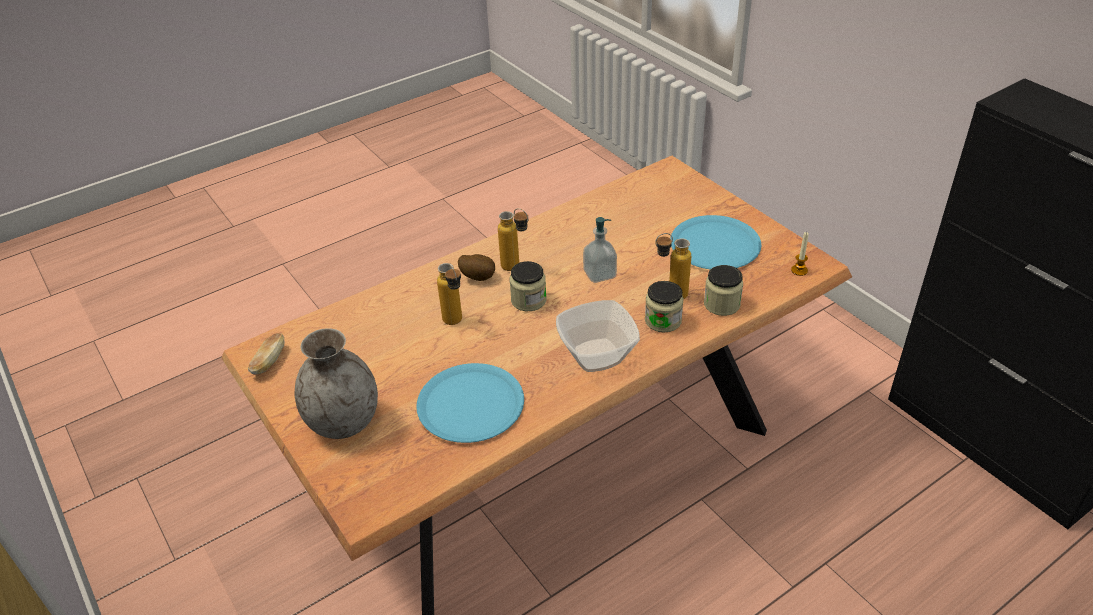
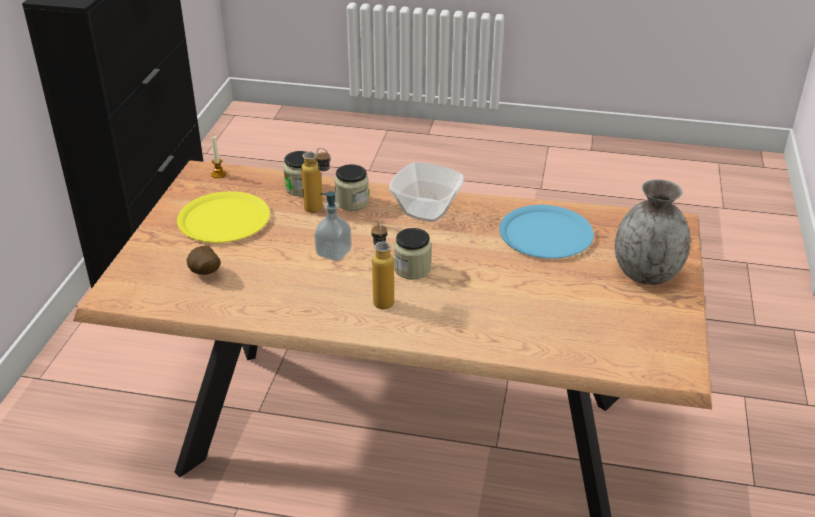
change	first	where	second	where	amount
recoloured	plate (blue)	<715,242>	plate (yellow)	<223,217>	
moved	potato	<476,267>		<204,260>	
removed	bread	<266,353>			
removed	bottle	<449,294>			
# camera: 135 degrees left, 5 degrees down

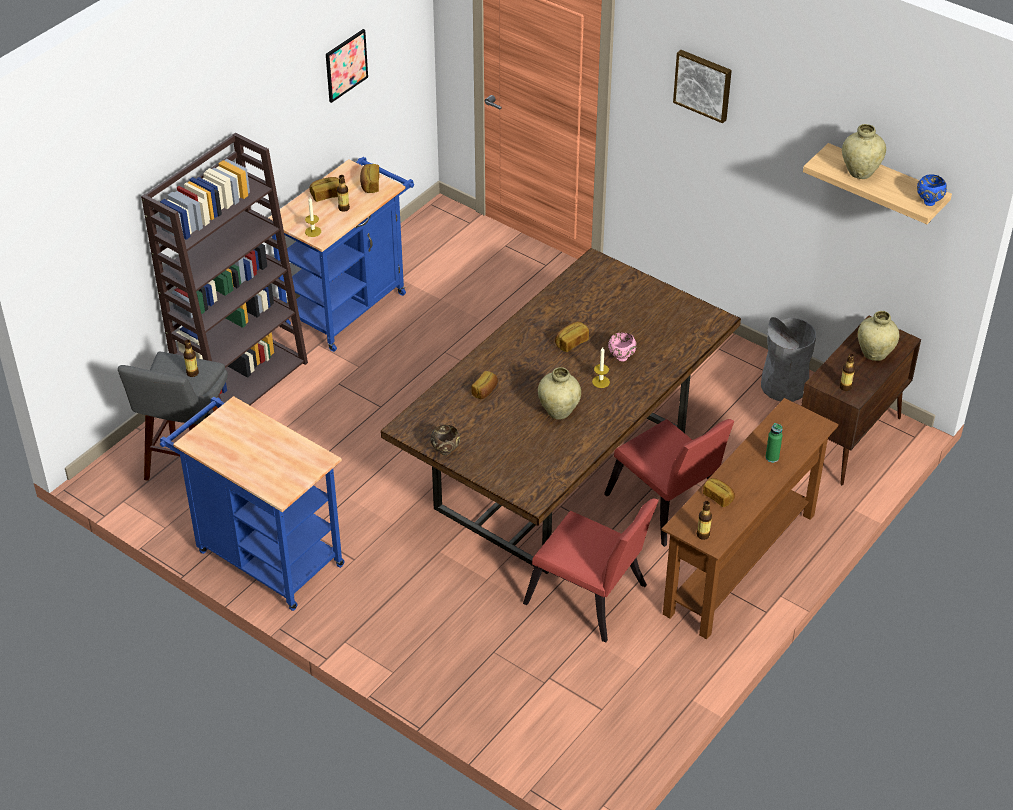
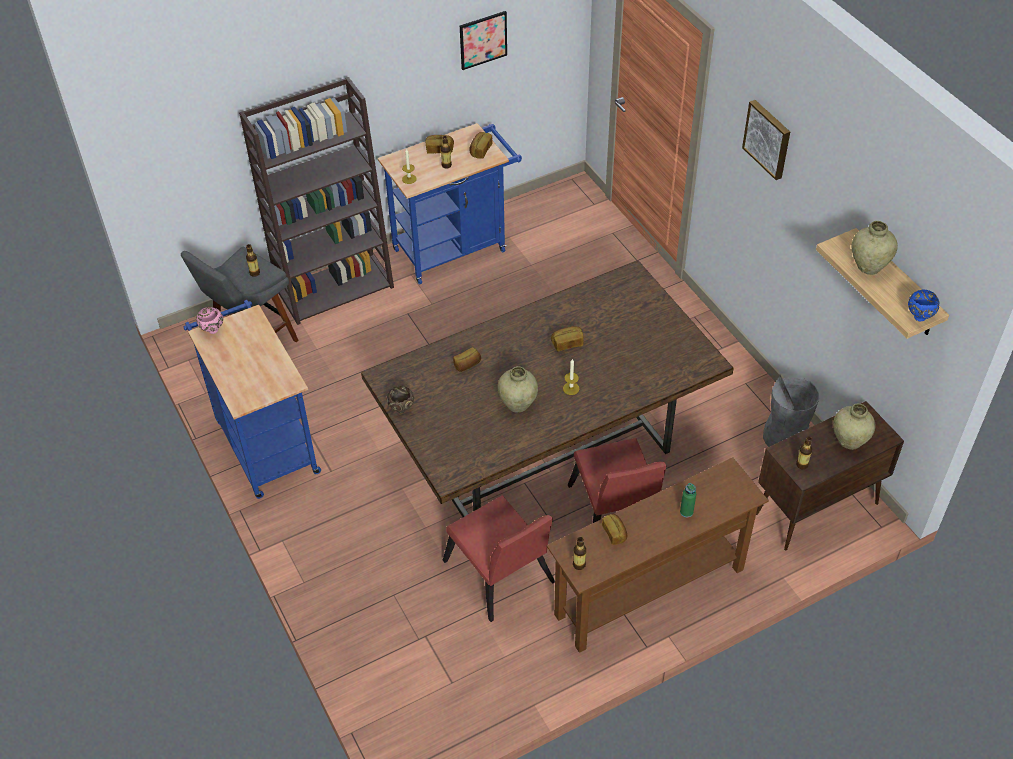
change	first	where	second	where	amount
moved	bowl (pink)	<622,347>		<209,320>	
# camera: 25 degrees right, 5 degrees up

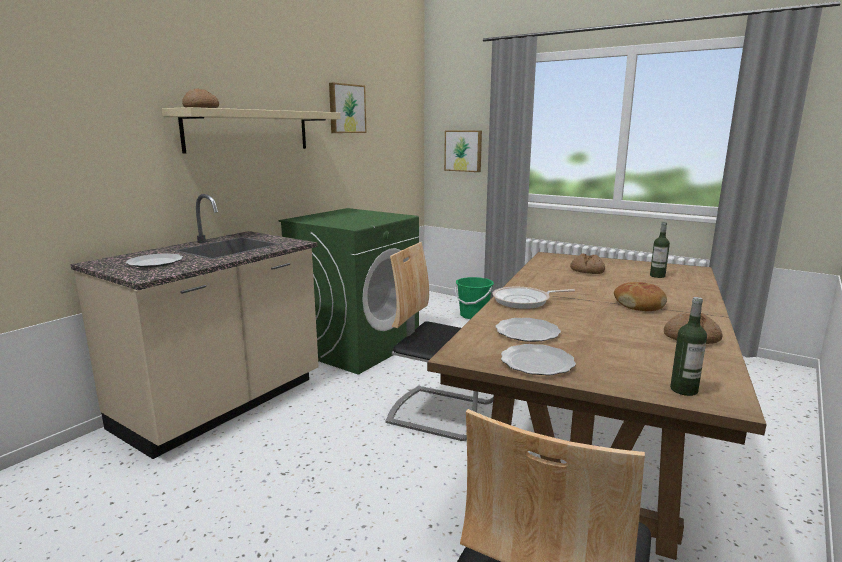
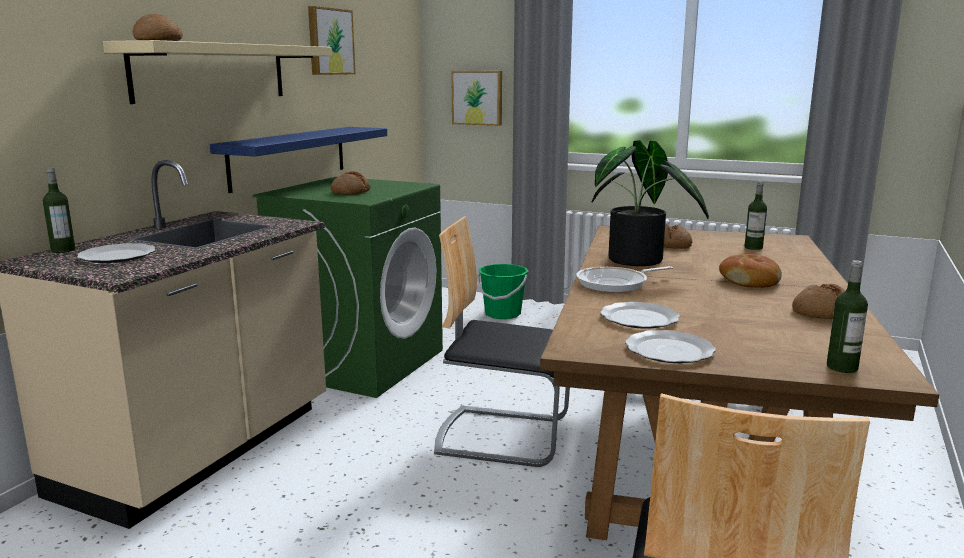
change	first	where	second	where	amount
added			bottle	<59,210>	
added			shelf (blue)	<298,160>	
added			bread	<350,183>	
added			potted plant	<650,203>	
# camera: 10 degrees left, 0 degrees up

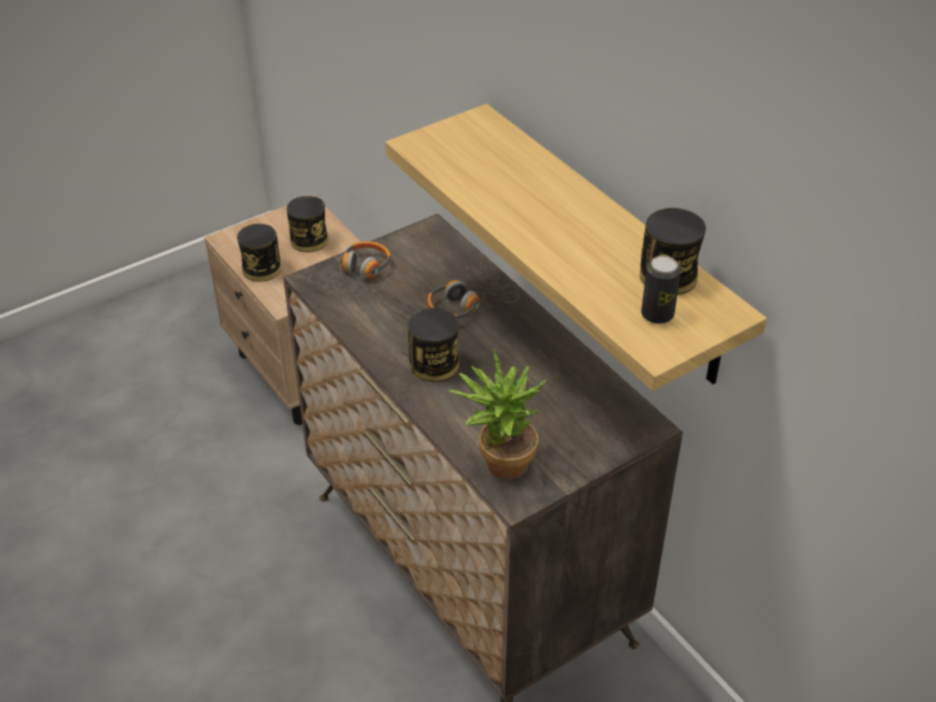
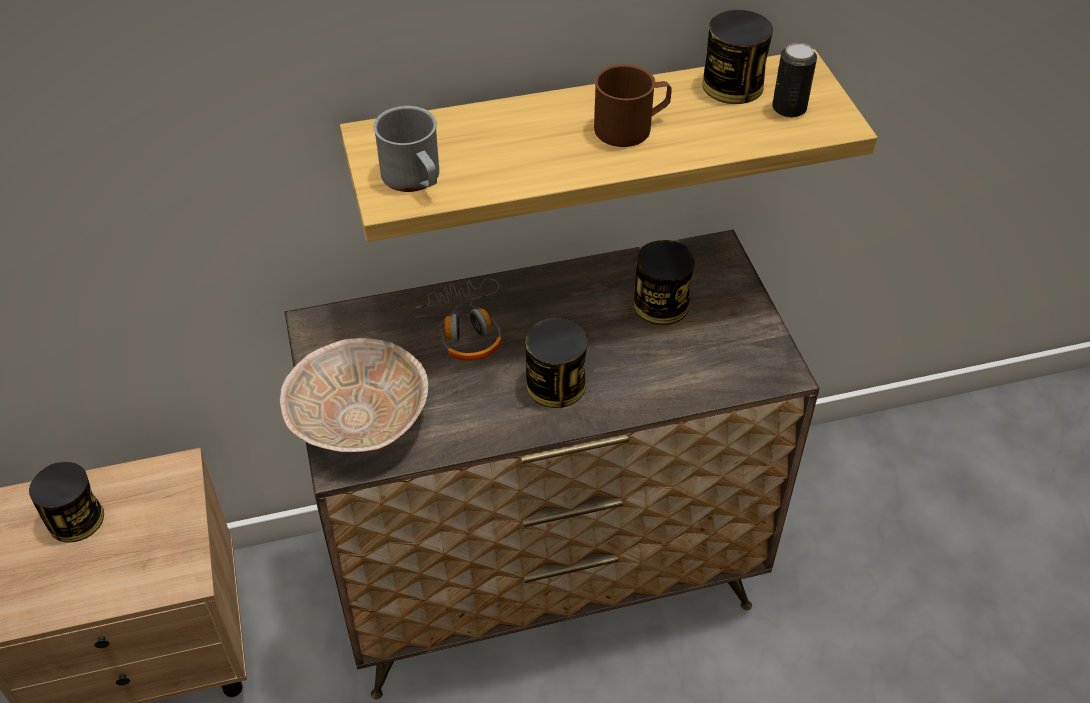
change	first	where	second	where	amount
replaced	headphones	<349,268>	bowl (beige)	<354,395>	
added			mug (grey)	<406,149>	
added			mug (brown)	<633,105>	
moved	can	<259,253>		<664,282>	
removed	potted plant	<497,413>			
# camera: 70 degrees left, 5 degrees up

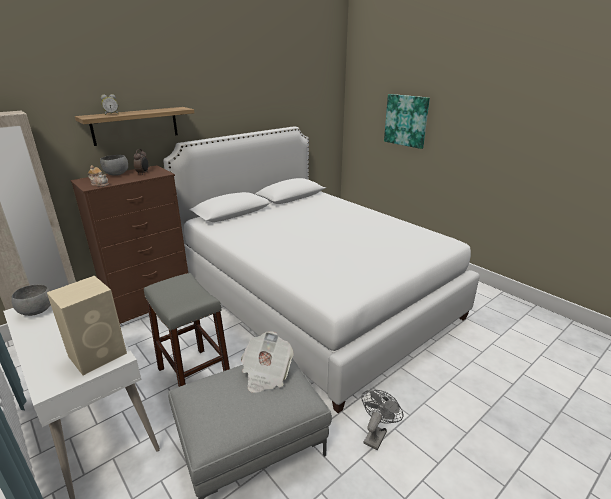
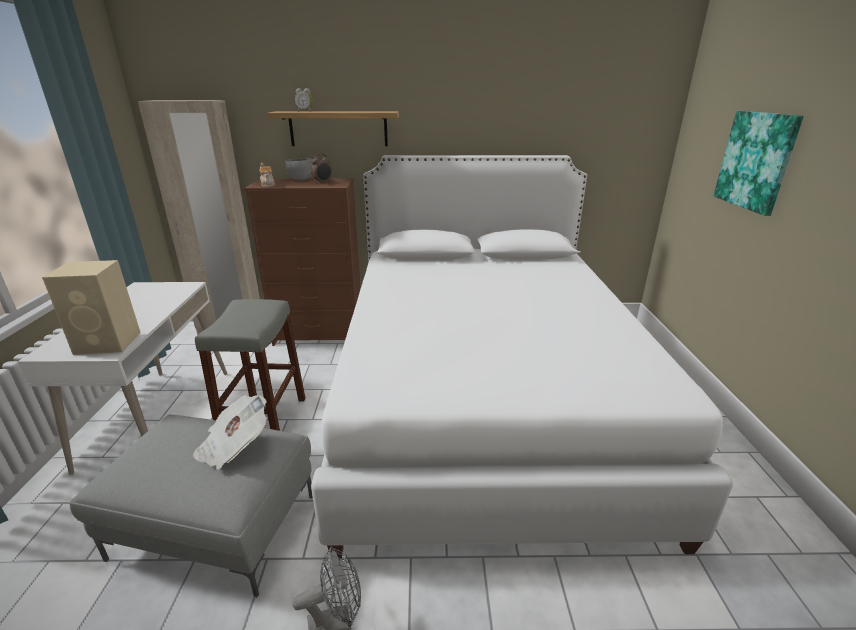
change	first	where	second	where	amount
removed	bowl (grey)	<31,300>			
# camera: 40 degrees right, 0 degrees up

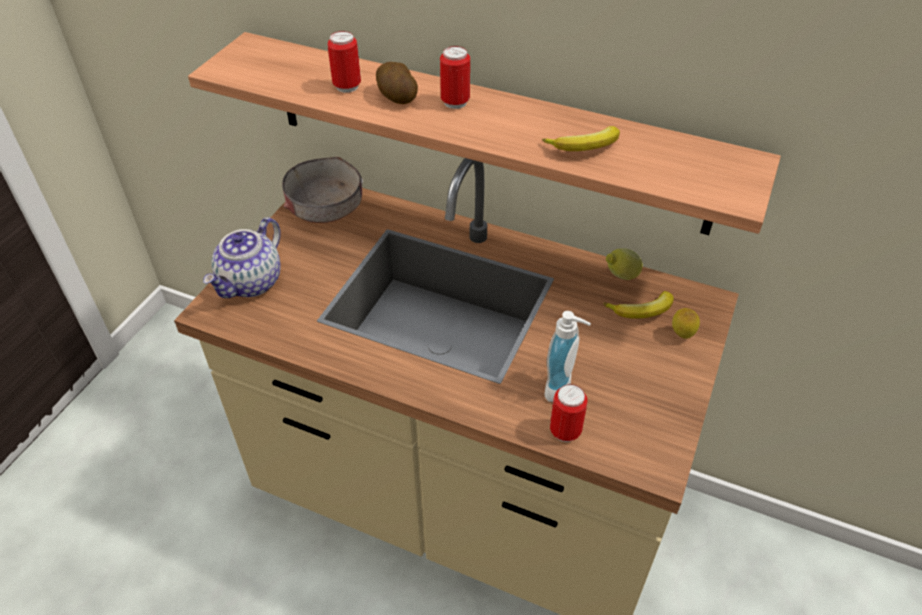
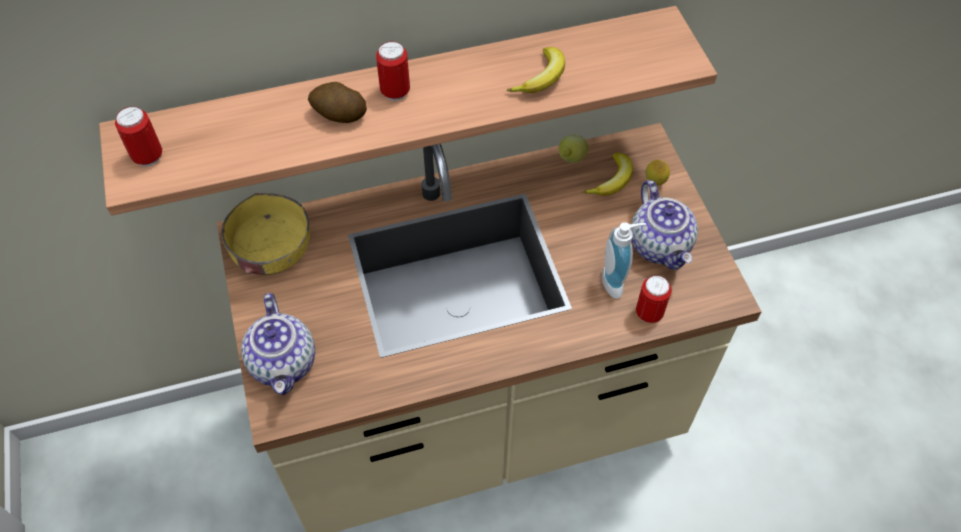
change	first	where	second	where	amount
moved	can	<344,62>		<138,136>	
recoloured	bowl (grey)	<322,190>	bowl (yellow)	<265,234>	
added			teapot	<664,225>	
# camera: 40 degrees left, 10 degrees up

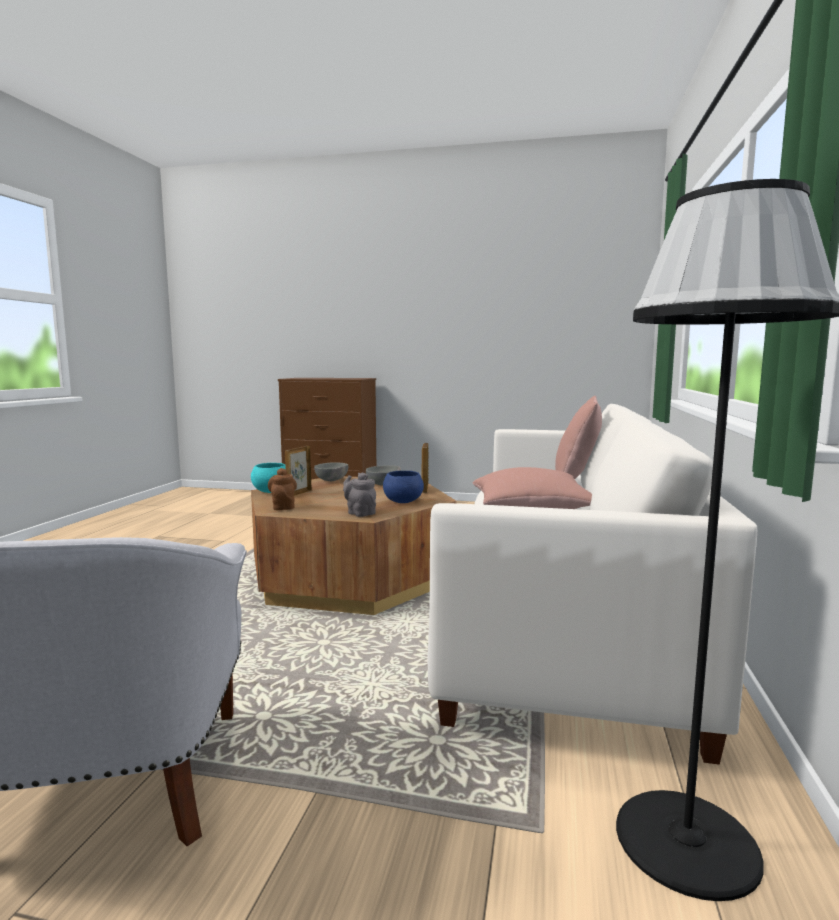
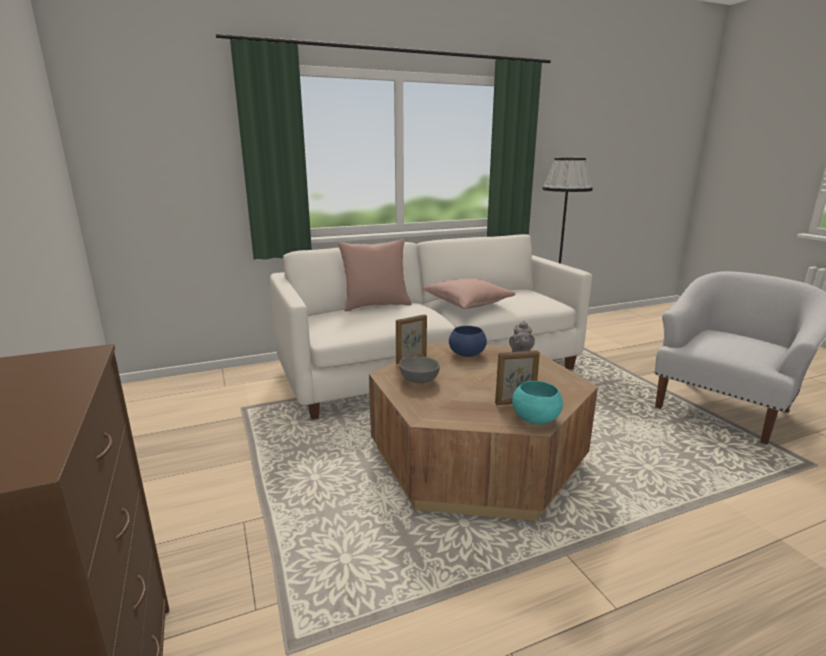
change	first	where	second	where	amount
removed	teapot (brown)	<282,489>			
removed	bowl (grey)	<331,472>			
# camera: 125 degrees left, 10 degrees up

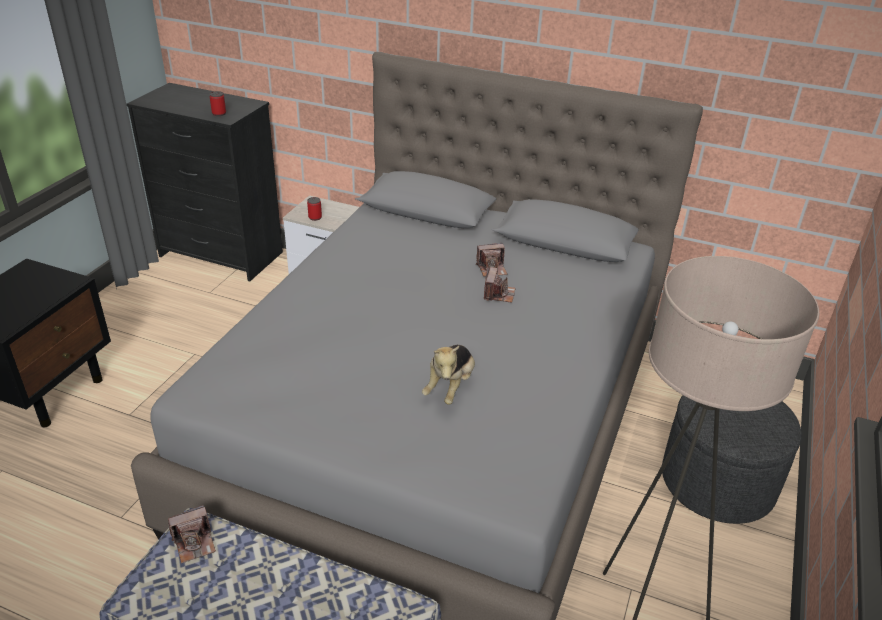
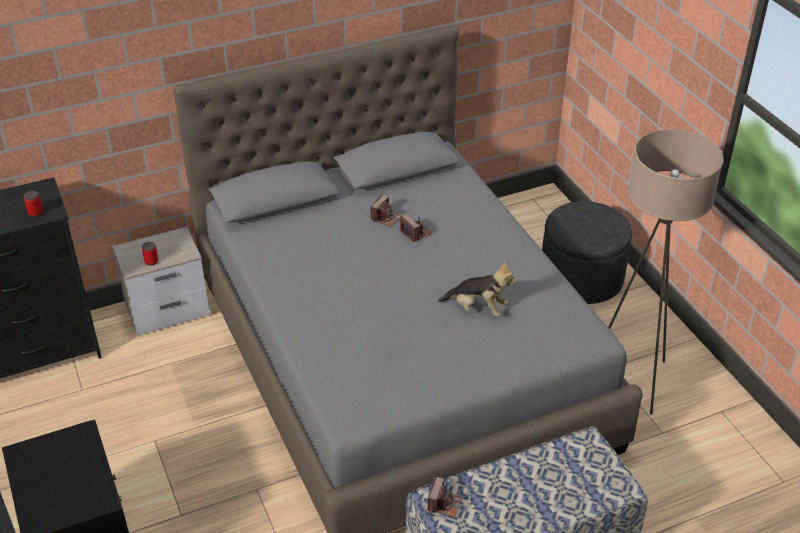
change	first	where	second	where	amount
turned	plush toy	<448,375>		<478,289>	45 degrees counterclockwise
# camera: 45 degrees left, 5 degrees up

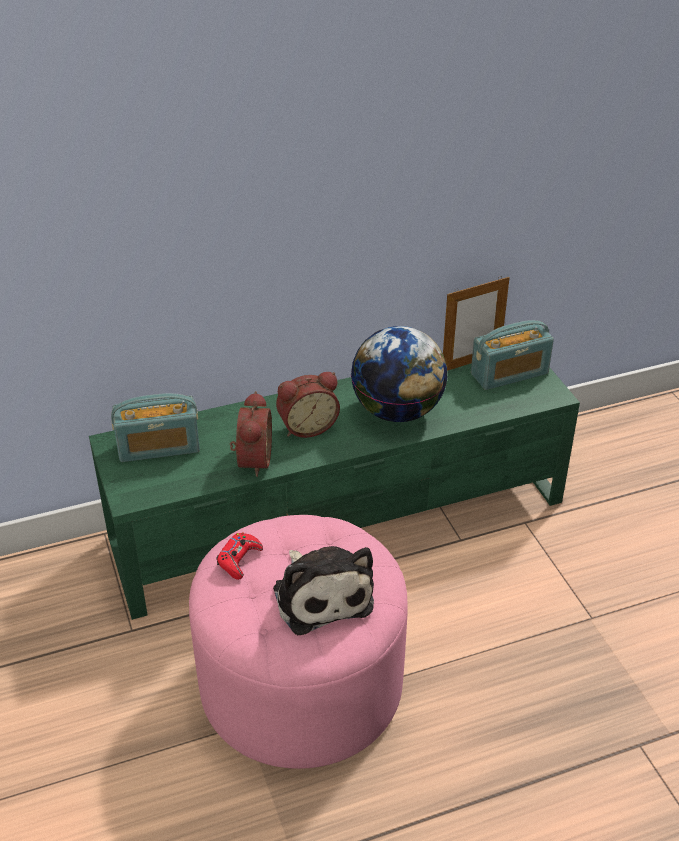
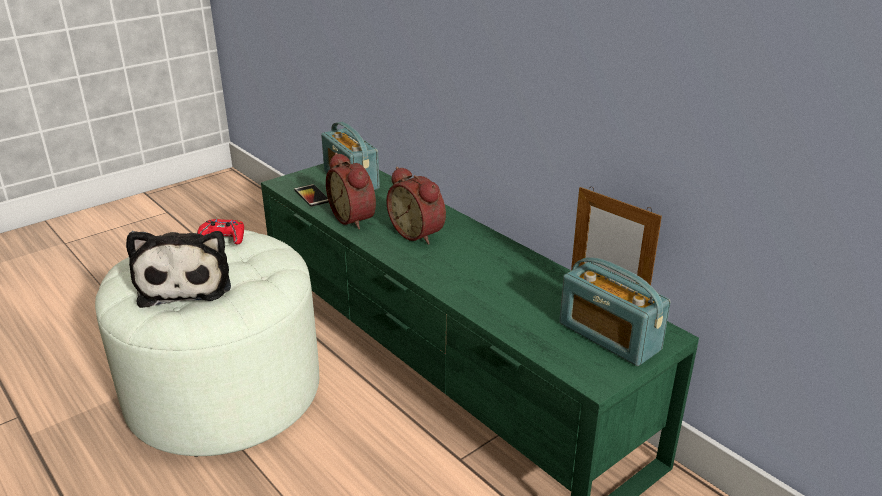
change	first	where	second	where	amount
recoloured	ottoman (pink)	<298,642>	ottoman (white)	<207,343>	
turned	plush toy	<323,590>		<178,269>	60 degrees counterclockwise
added			phone	<311,195>	
turned	alarm clock	<251,434>		<351,191>	75 degrees clockwise
removed	globe	<399,374>			
# camera: 70 degrees right, 10 degrees down

